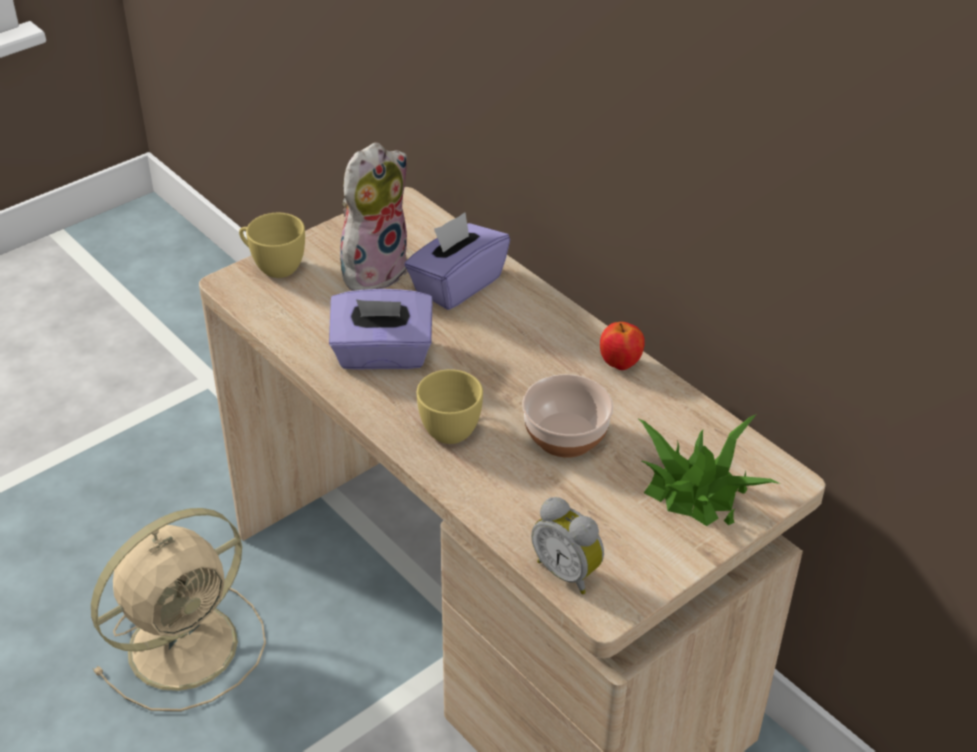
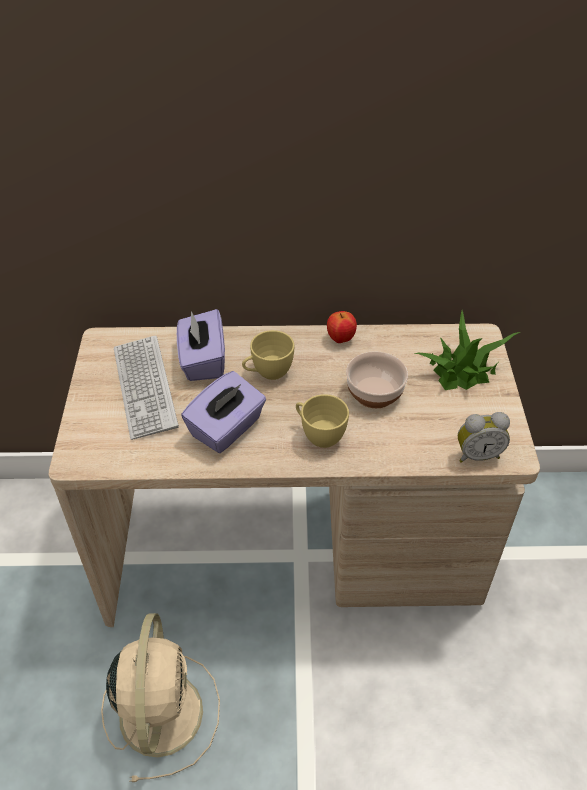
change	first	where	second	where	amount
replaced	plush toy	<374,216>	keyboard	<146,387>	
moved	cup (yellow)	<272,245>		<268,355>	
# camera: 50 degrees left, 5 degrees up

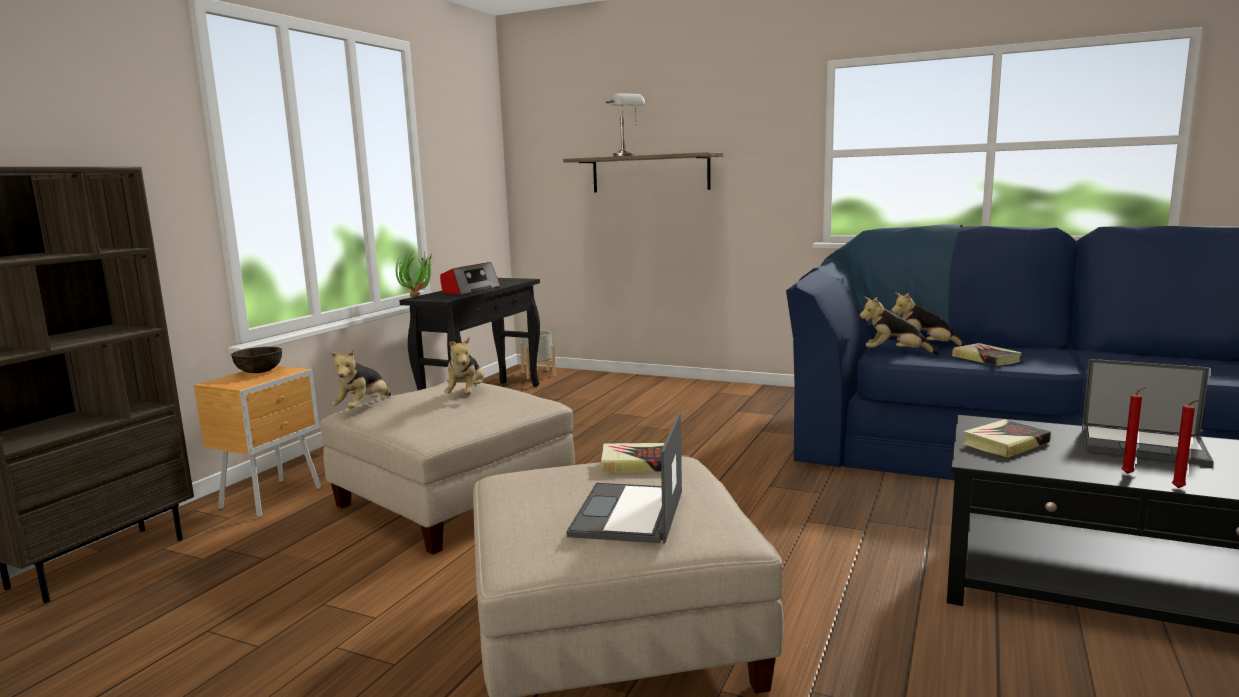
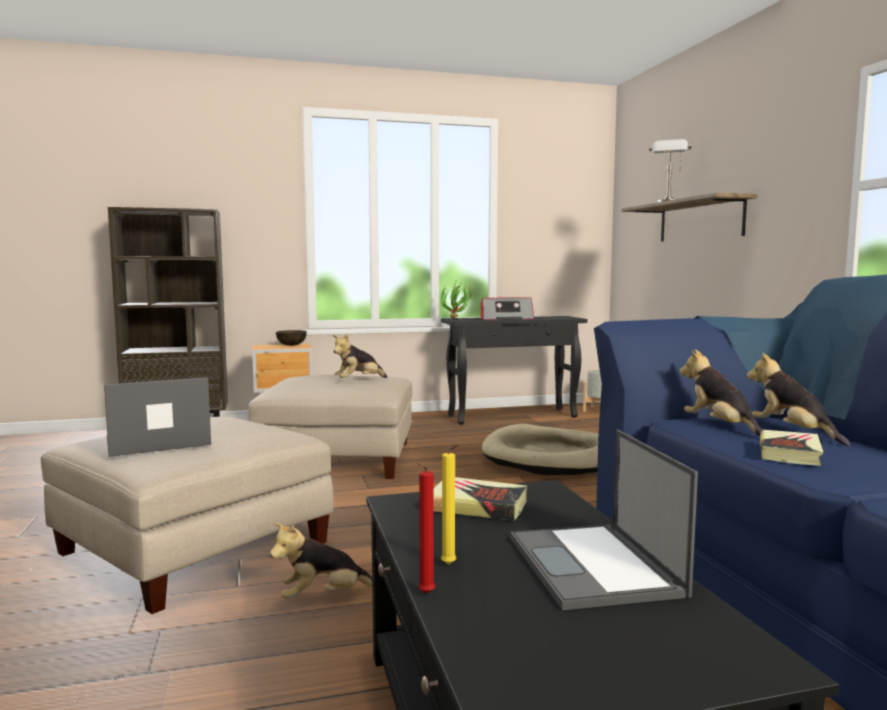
change	first	where	second	where	amount
moved	plush toy	<361,378>		<321,561>	
recoloured	candle (red)	<1133,430>	candle (yellow)	<449,504>	
added			dog bed (beige)	<540,449>	
removed	book	<632,458>			
# camera: 50 degrees right, 5 degrees down

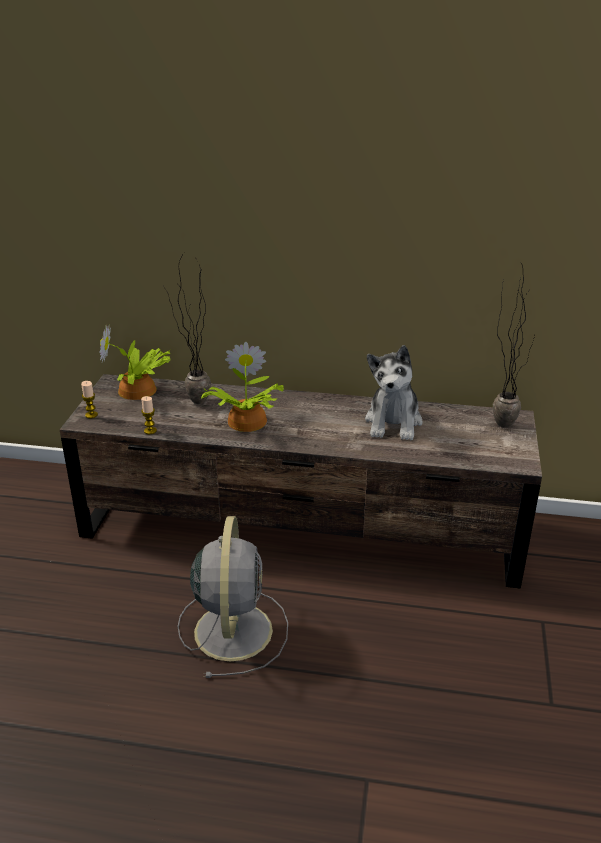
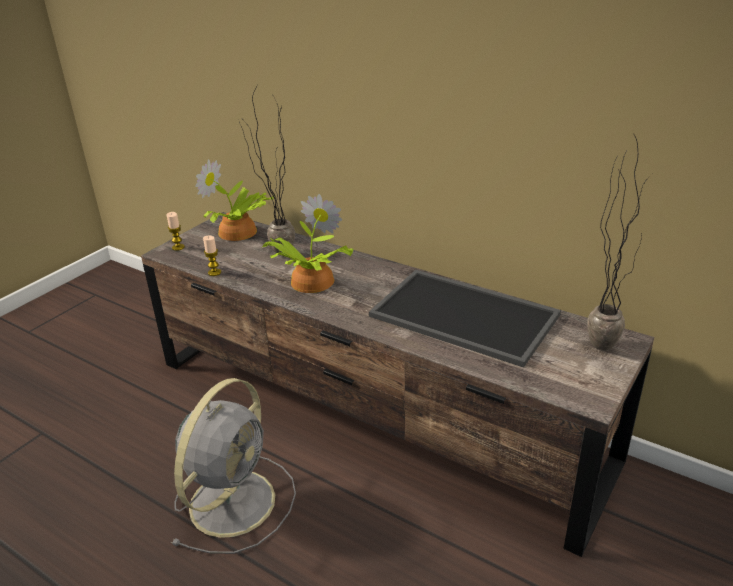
change	first	where	second	where	amount
replaced	plush toy	<394,392>	tray	<465,319>	
# camera: 25 degrees right, 0 degrees up

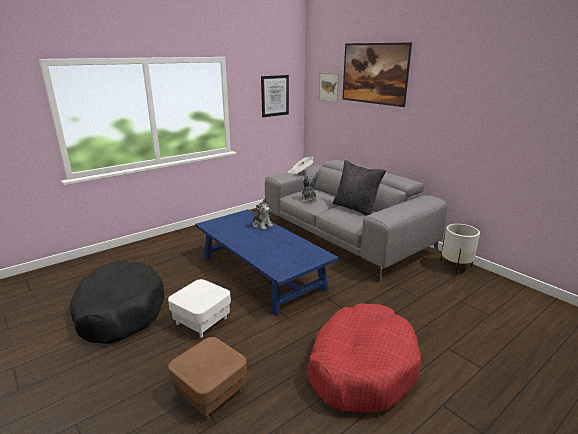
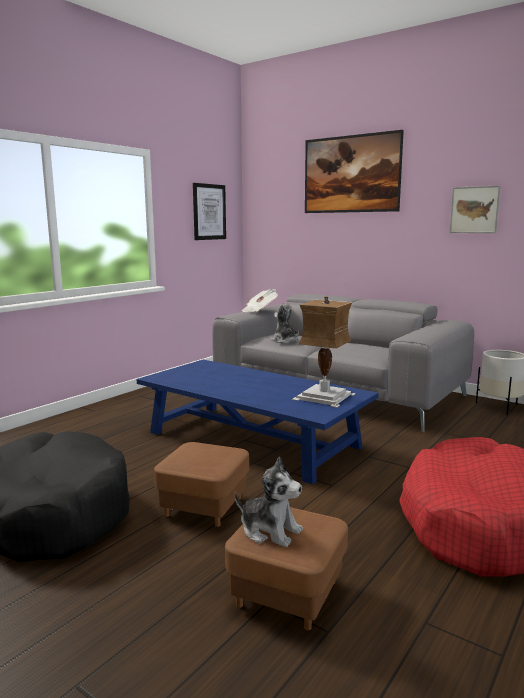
change	first	where	second	where	amount
recoloured	ottoman (white)	<199,308>	ottoman (brown)	<201,484>	
moved	plush toy	<262,214>		<269,502>	
added			table lamp	<323,352>	
moved	picture	<329,87>		<475,209>	
removed	pillow (black)	<359,188>			
# camera: 15 degrees left, 10 degrees down

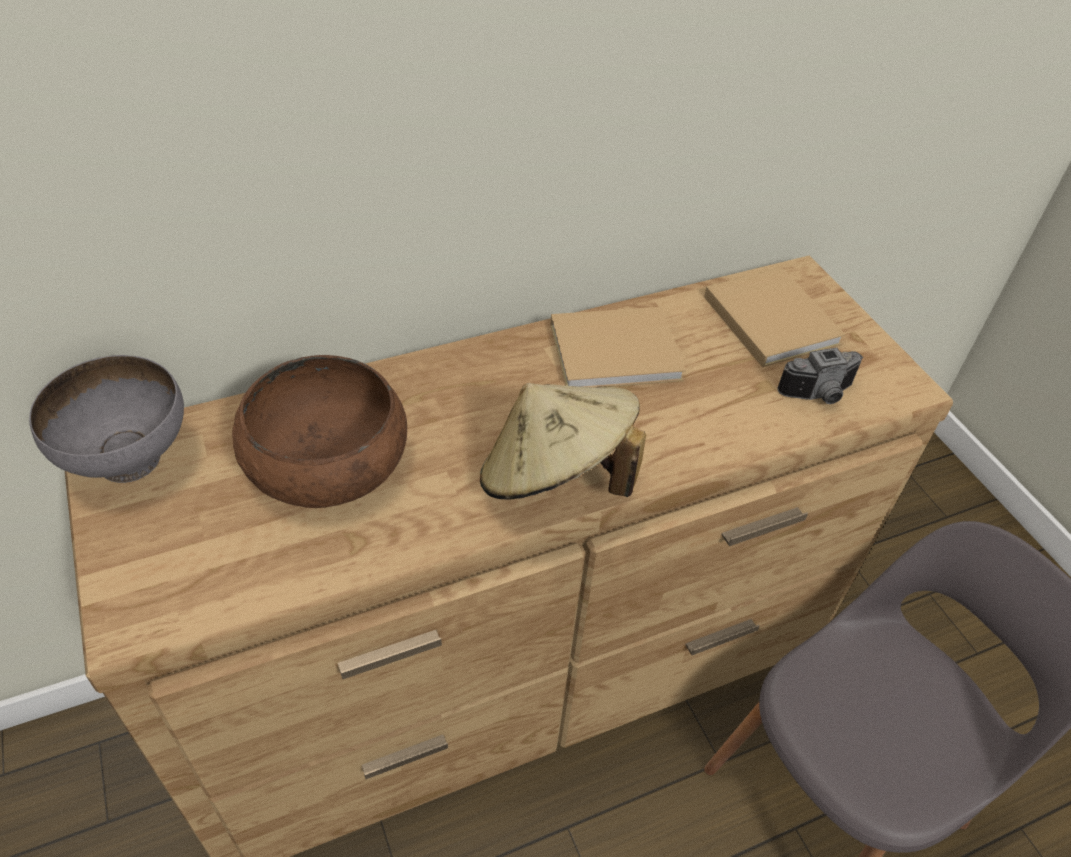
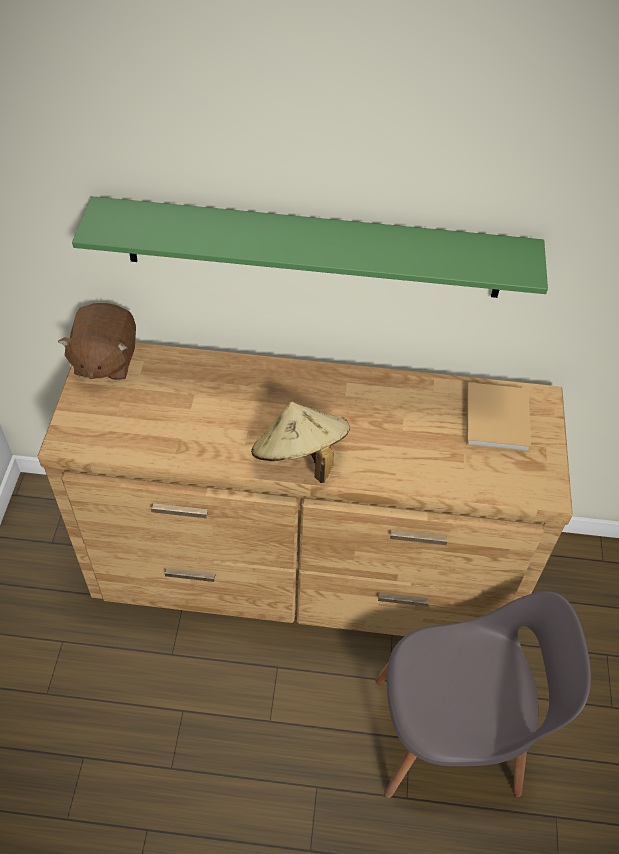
change	first	where	second	where	amount
replaced	bowl (grey)	<106,419>	plush toy (brown)	<97,341>	
added			shelf (green)	<310,247>	
removed	bowl (brown)	<319,431>			
removed	book (beige)	<618,347>			
removed	photo camera	<820,376>			
# camera: 30 degrees right, 5 degrees up

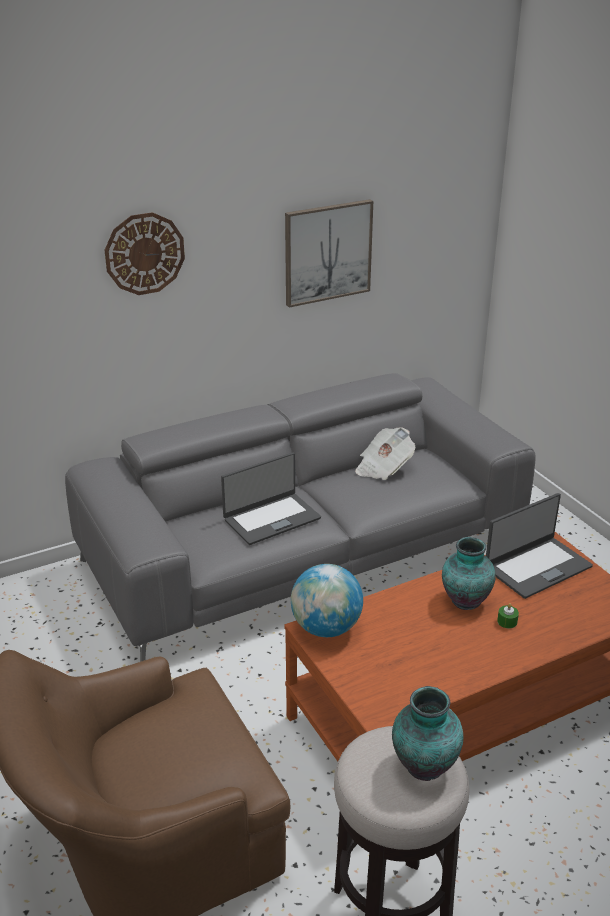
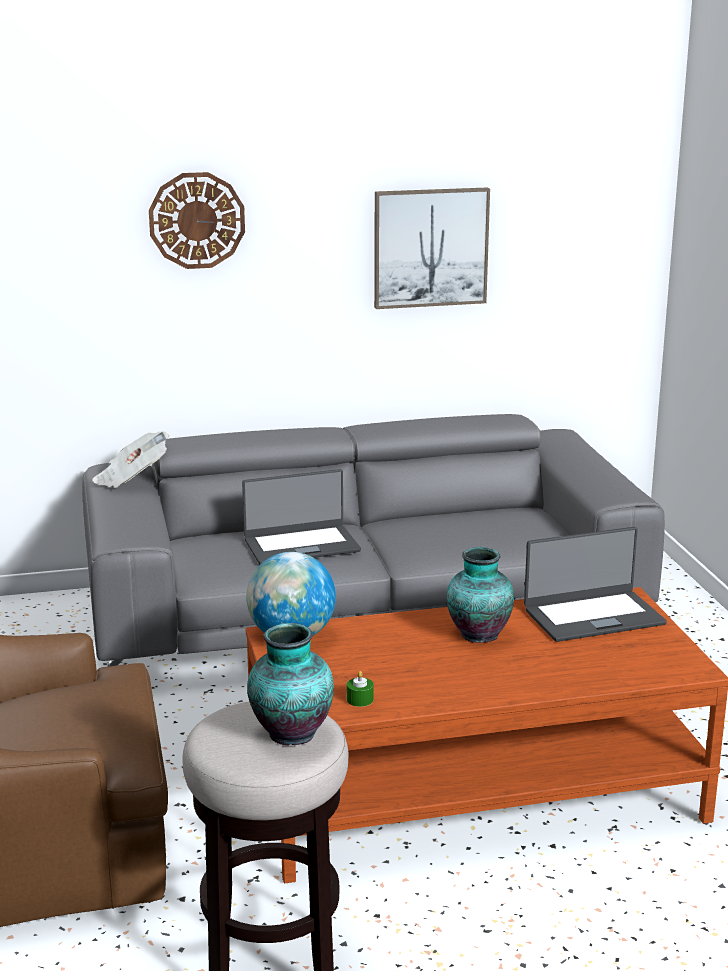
change	first	where	second	where	amount
moved	newspaper	<385,453>		<130,459>	
moved	candle (green)	<508,615>		<360,689>	
# camera: 15 degrees right, 10 degrees down

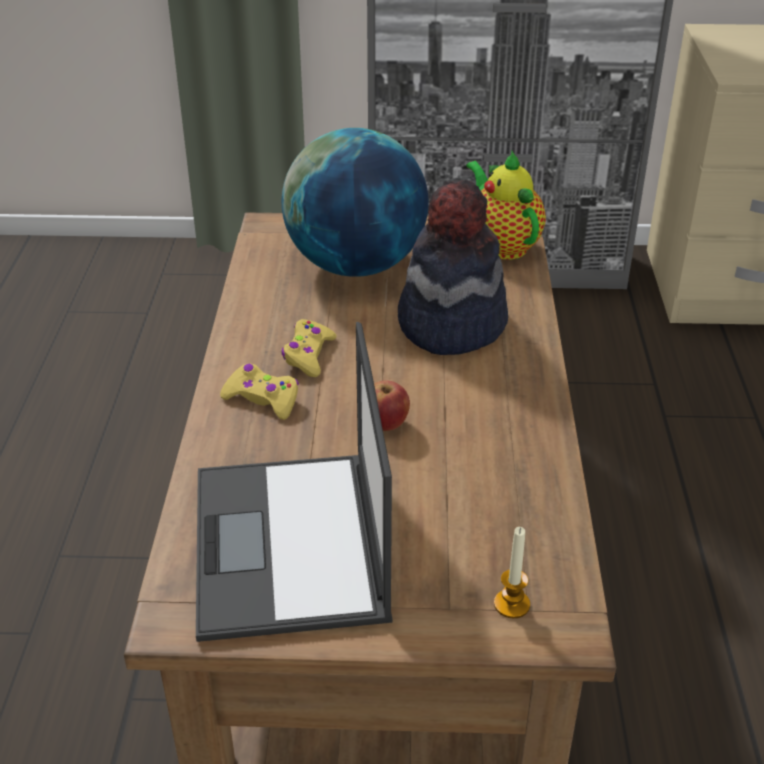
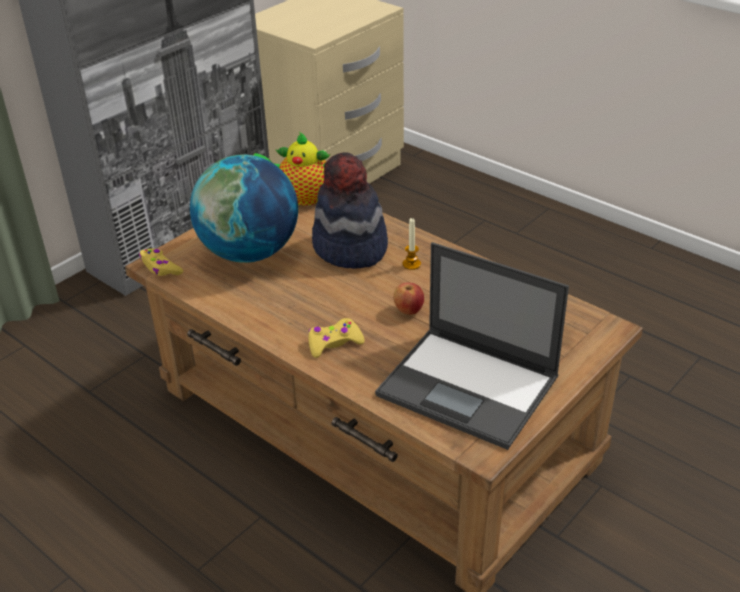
change	first	where	second	where	amount
moved	game controller (yellow)	<309,348>		<161,262>	
moved	candle	<512,572>		<412,244>	
# camera: 50 degrees left, 0 degrees up

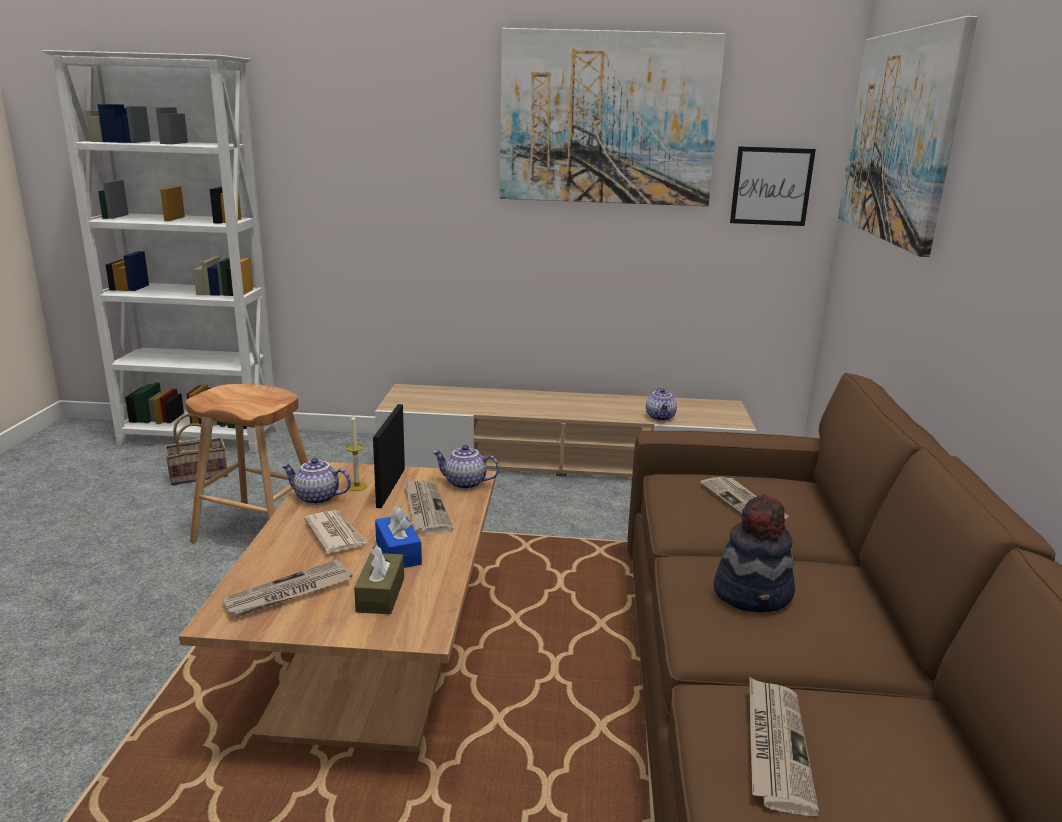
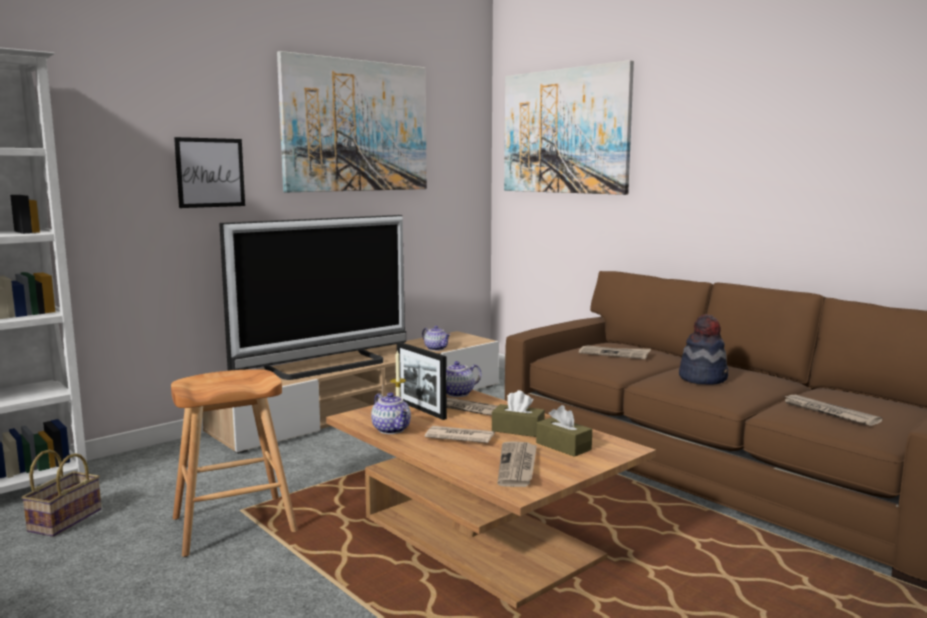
change	first	where	second	where	amount
moved	picture	<773,186>		<209,172>	
added			television	<312,297>	
turned	teapot	<316,481>		<391,413>	90 degrees counterclockwise
recoloured	tissue box (blue)	<398,537>	tissue box (brown)	<518,413>	
# camera: 45 degrees left, 10 degrees down

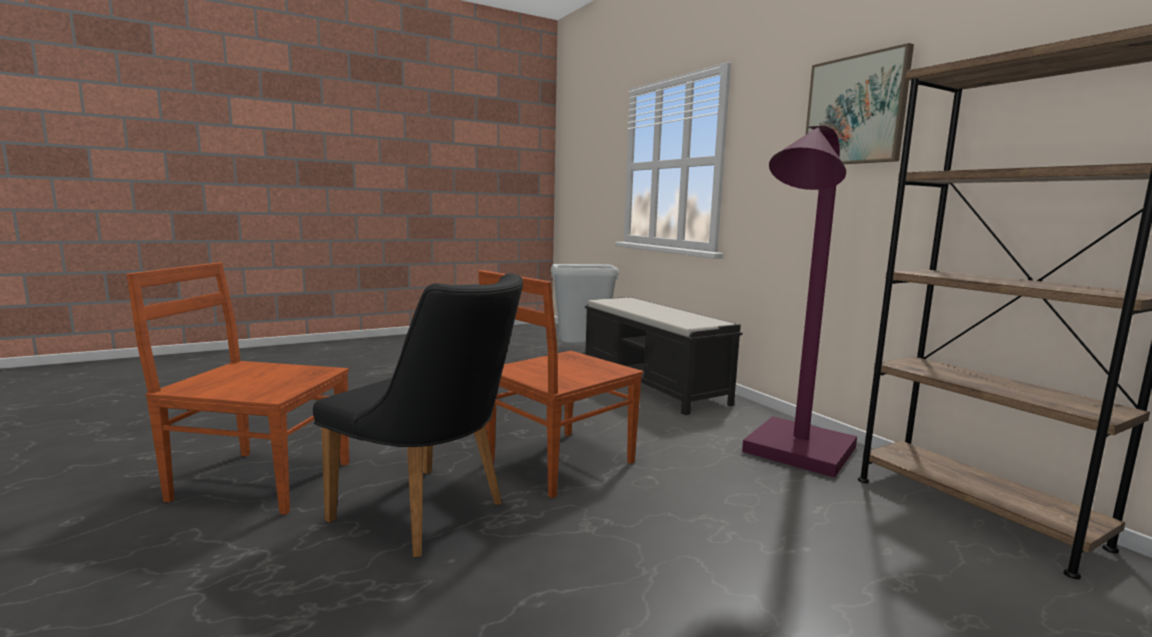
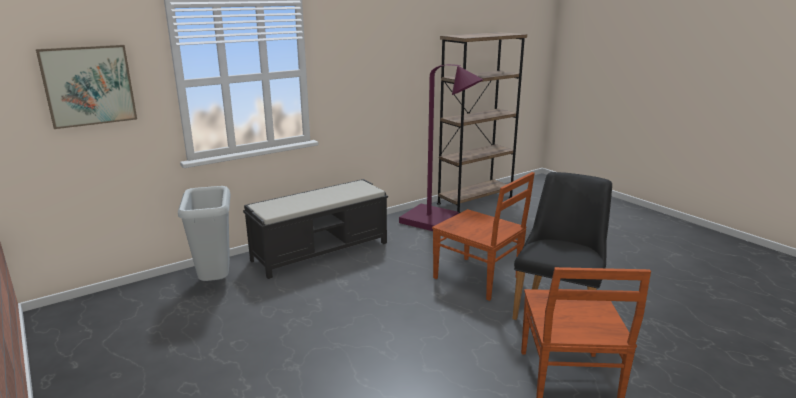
change	first	where	second	where	amount
moved	picture	<859,103>		<86,87>	
# camera: 95 degrees left, 10 degrees up

